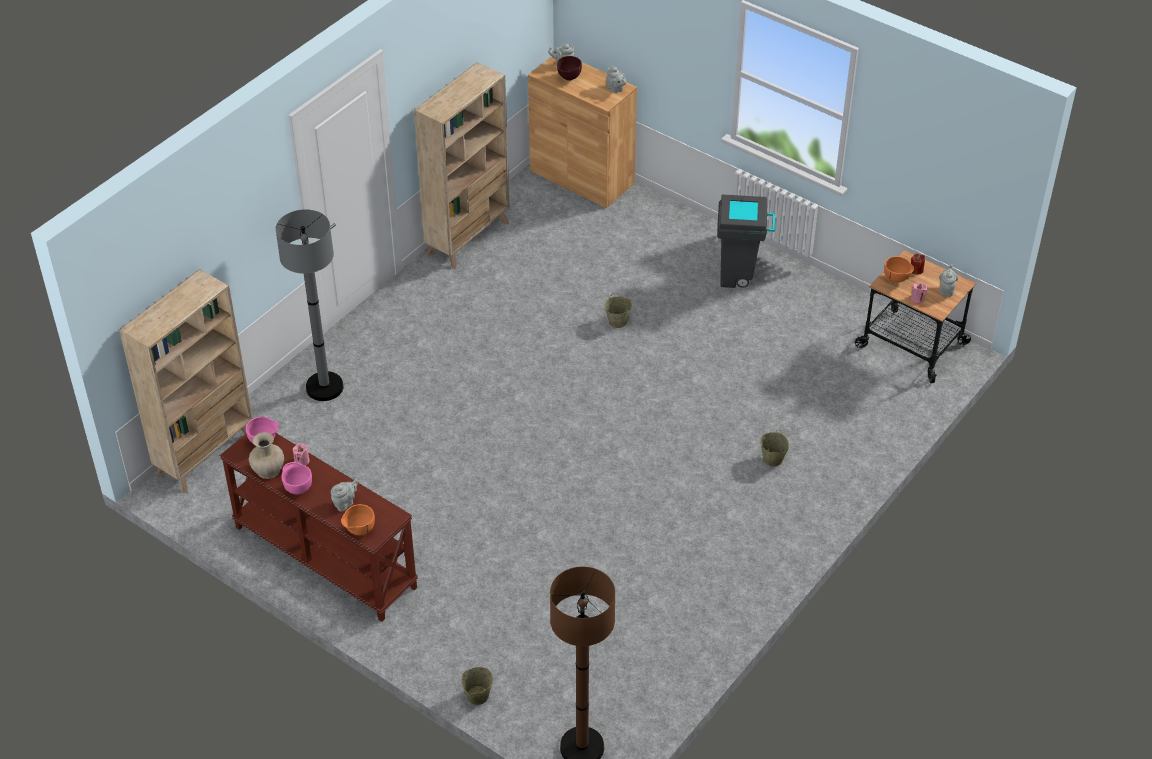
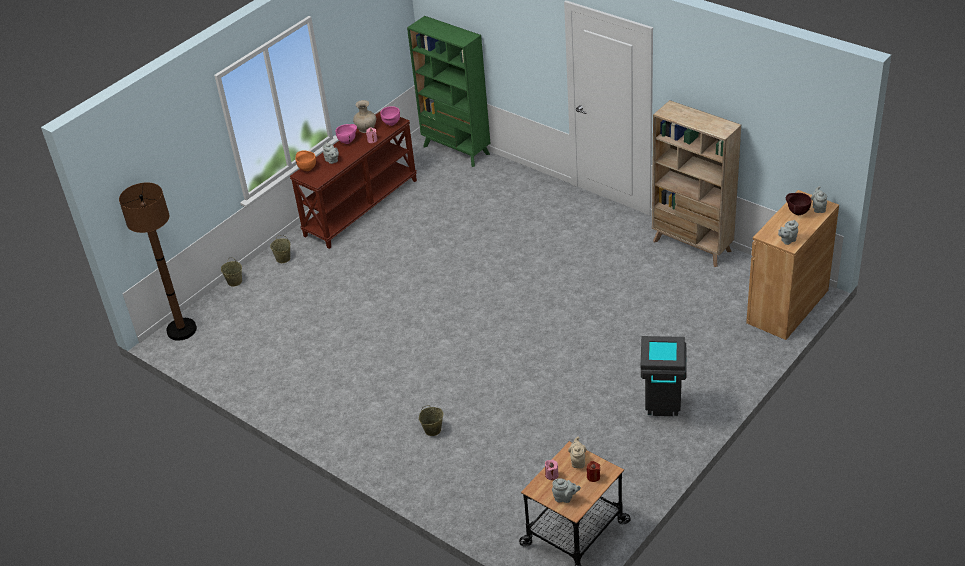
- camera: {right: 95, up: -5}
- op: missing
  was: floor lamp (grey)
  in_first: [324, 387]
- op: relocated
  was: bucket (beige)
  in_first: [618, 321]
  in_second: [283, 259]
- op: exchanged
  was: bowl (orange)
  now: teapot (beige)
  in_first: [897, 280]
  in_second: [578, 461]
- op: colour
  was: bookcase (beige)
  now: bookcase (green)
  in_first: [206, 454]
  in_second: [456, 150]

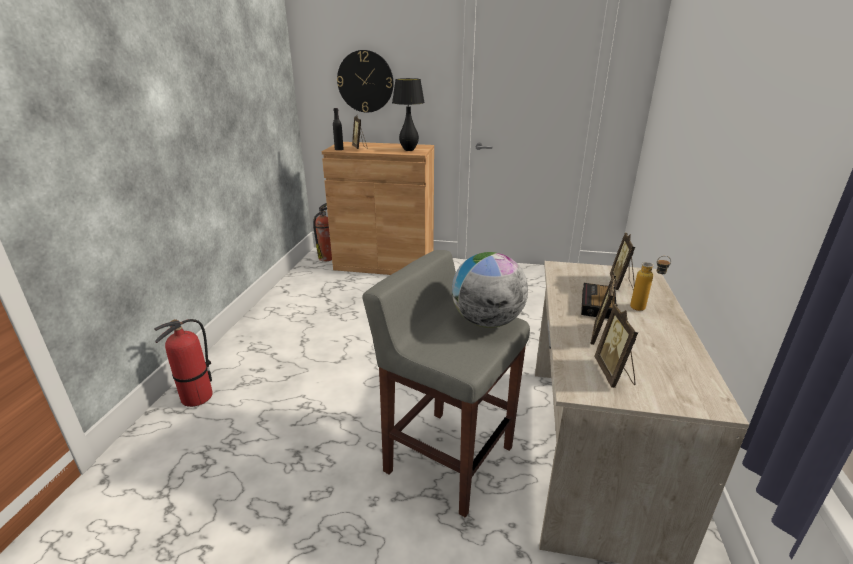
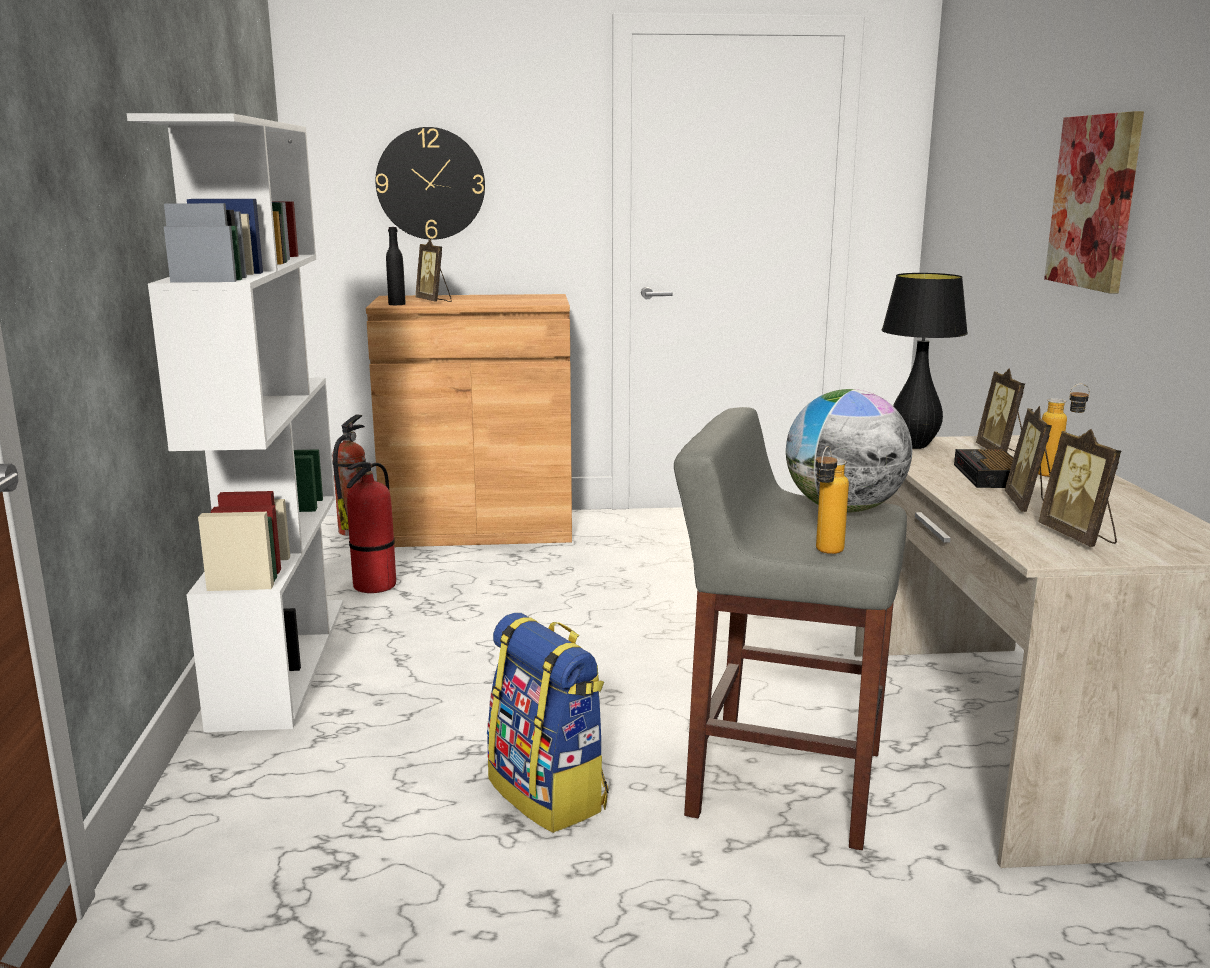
- camera: {right: -15, up: -10}
- op: appeared
  now: bookcase (white)
  in_second: [280, 659]
- op: appeared
  now: backpack
  in_second: [549, 794]
- op: appeared
  now: bottle
  in_second: [825, 553]
- op: appeared
  now: picture
  in_second: [1094, 202]
- op: relocated
  was: fire extinguisher
  in_first: [197, 397]
  in_second: [375, 586]
- op: relocated
  was: table lamp (black)
  in_first: [409, 150]
  in_second: [913, 446]

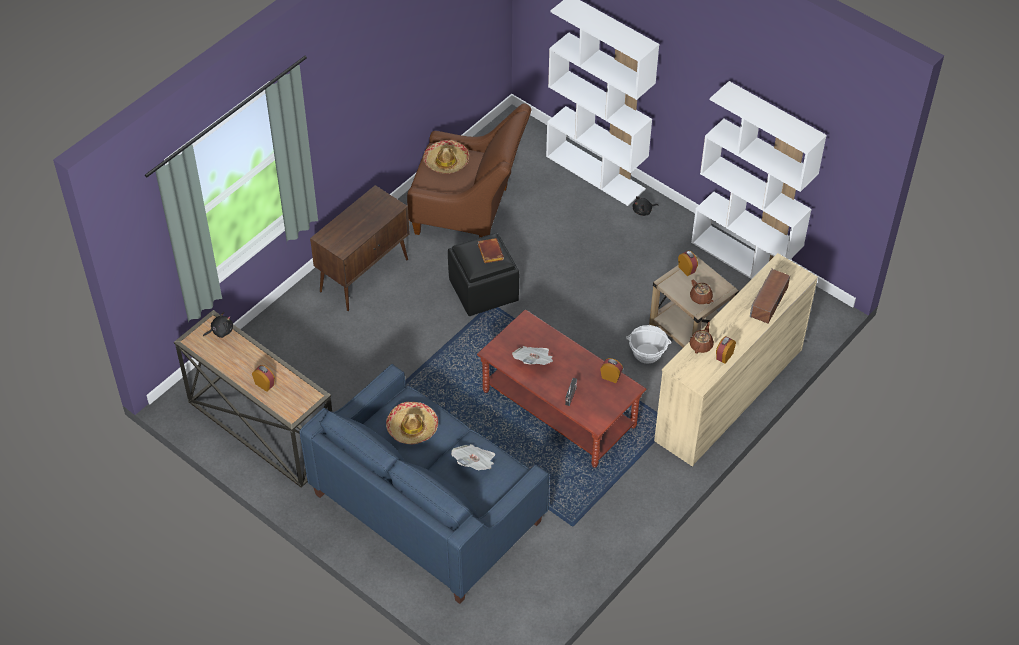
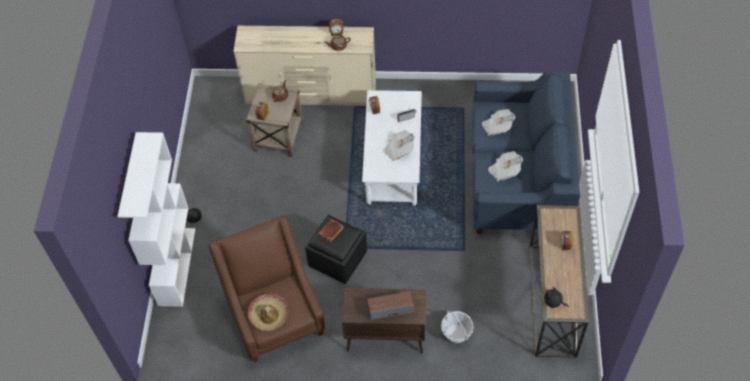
- camera: {right: -125, up: 5}
- op: missing
  was: bookcase (white)
  in_first: [744, 260]
- op: relocated
  was: basket
  in_first: [647, 353]
  in_second: [456, 333]
- op: relocated
  was: speaker
  in_first: [769, 302]
  in_second: [390, 308]
- op: exchanged
  was: hat
  now: newspaper
  in_first: [412, 427]
  in_second: [504, 171]
- op: colour
  was: coffee table (brown)
  now: coffee table (white)
  in_first: [558, 408]
  in_second: [393, 162]

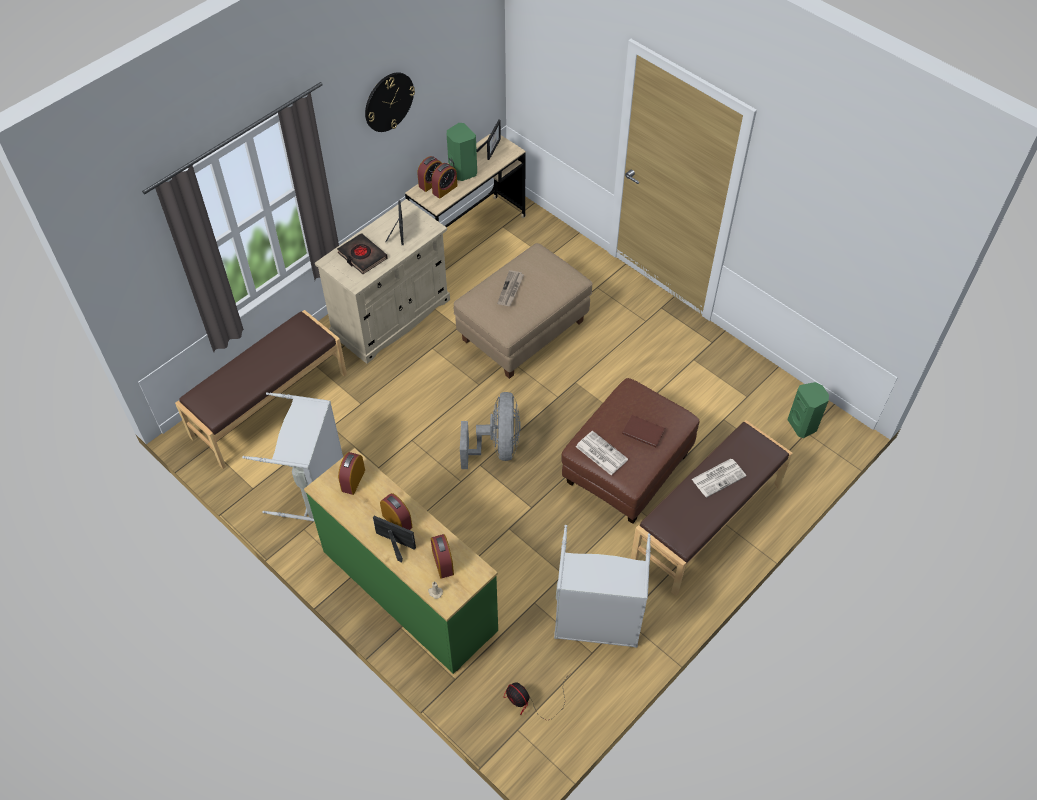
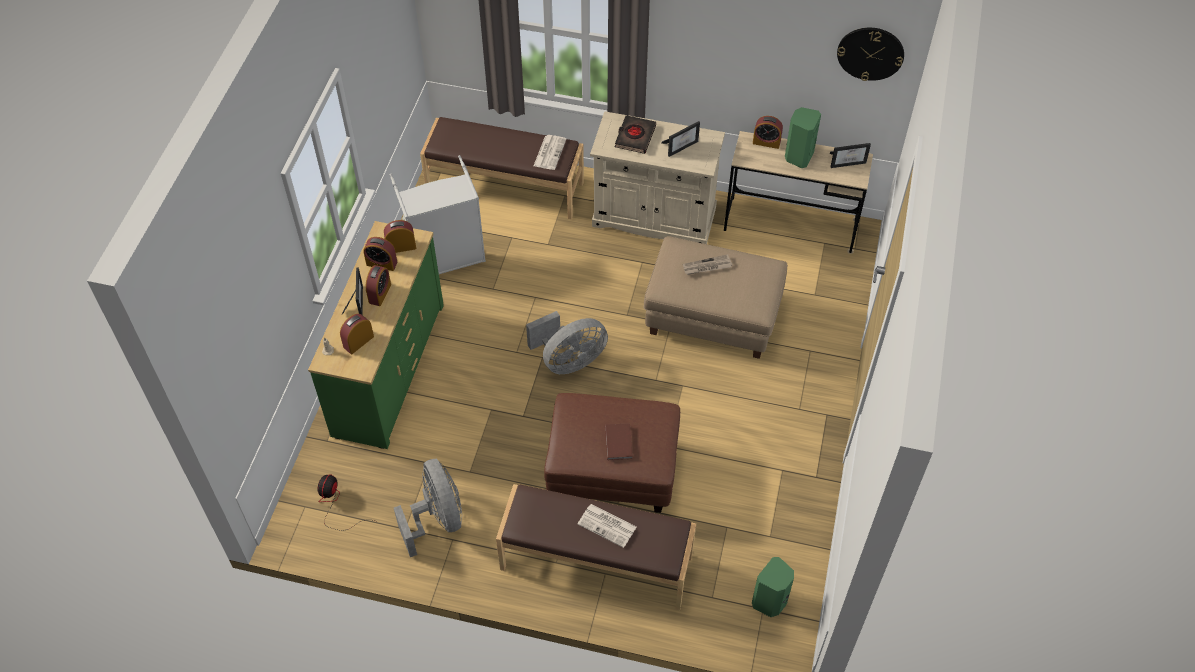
- camera: {right: 60, up: 0}
- op: relocated
  was: wall clock
  in_first: [388, 101]
  in_second: [870, 53]
- op: relocated
  was: alarm clock
  in_first: [445, 189]
  in_second: [381, 263]
- op: relocated
  was: newspaper
  in_first: [600, 453]
  in_second: [549, 152]
- op: exchanged
  was: laundry basket (grey)
  now: fan (grey)
  in_first: [597, 622]
  in_second: [437, 519]

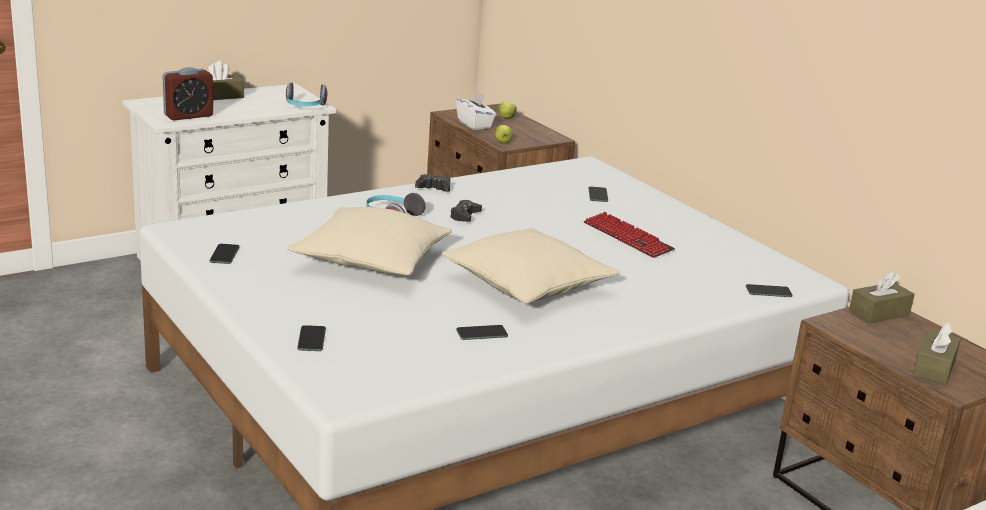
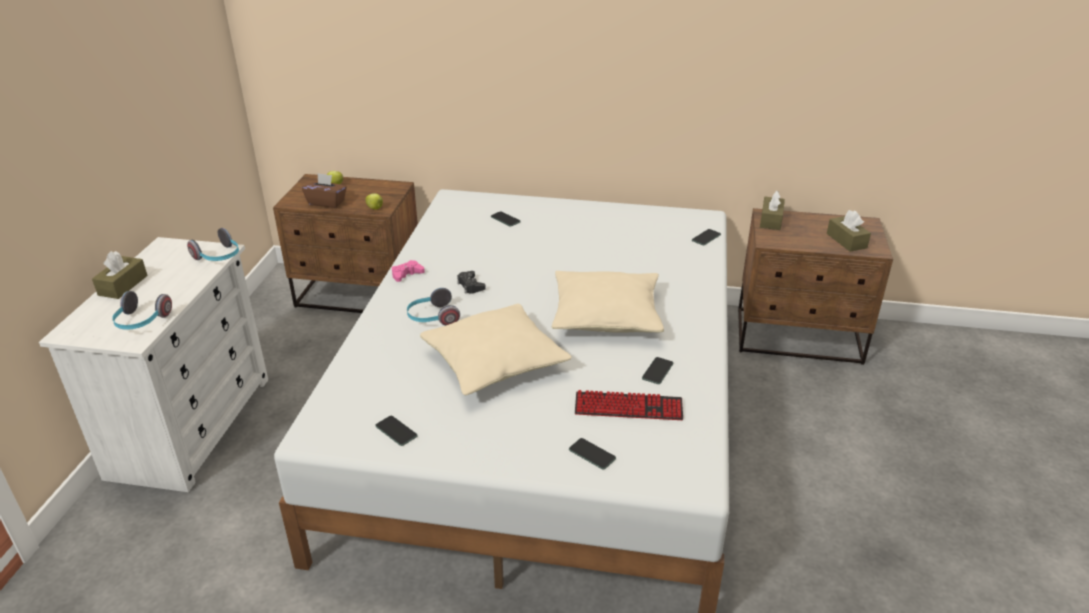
- camera: {right: -45, up: 10}
- op: relocated
  was: keyboard
  in_first: [627, 237]
  in_second: [628, 407]
- op: exchanged
  was: alarm clock
  now: headphones
  in_first: [188, 116]
  in_second: [141, 322]
- op: colour
  was: game controller (black)
  now: game controller (pink)
  in_first: [434, 188]
  in_second: [406, 274]
- op: colour
  was: tissue box (white)
  now: tissue box (brown)
  in_first: [475, 124]
  in_second: [327, 202]

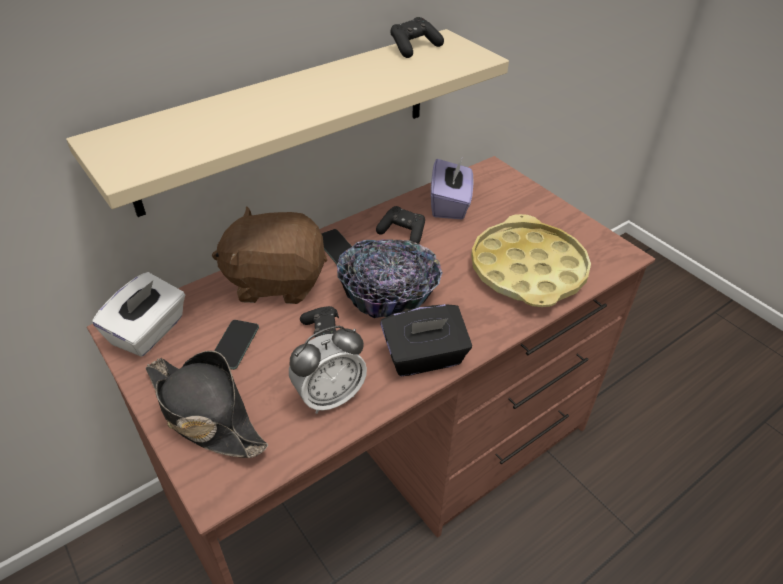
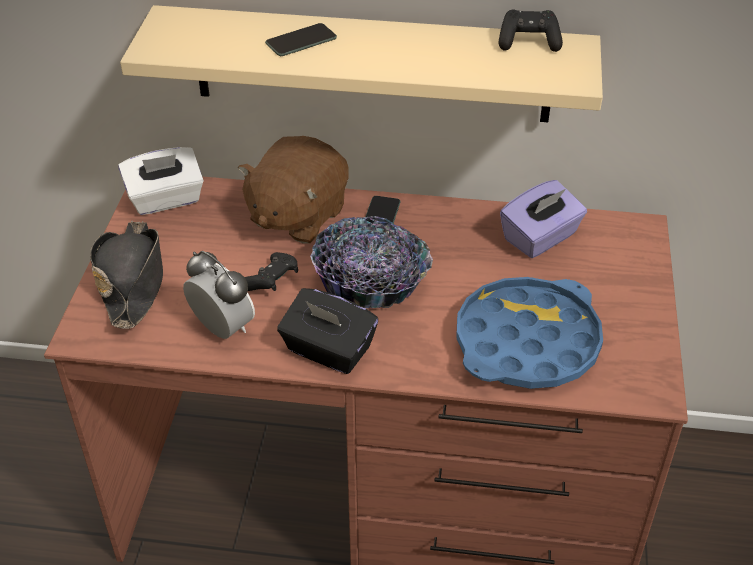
- camera: {right: 45, up: 0}
- op: missing
  was: game controller (black)
  in_first: [402, 233]
- op: relocated
  was: phone
  in_first: [234, 345]
  in_second: [301, 41]
- op: colour
  was: tray (yellow)
  now: tray (blue)
  in_first: [527, 270]
  in_second: [526, 342]
- op: spun
  was: plush toy (brown)
  in_first: [276, 281]
  in_second: [297, 216]
  clockwise: -105
- op: spun
  was: alarm clock
  in_first: [329, 396]
  in_second: [222, 328]
  clockwise: -150

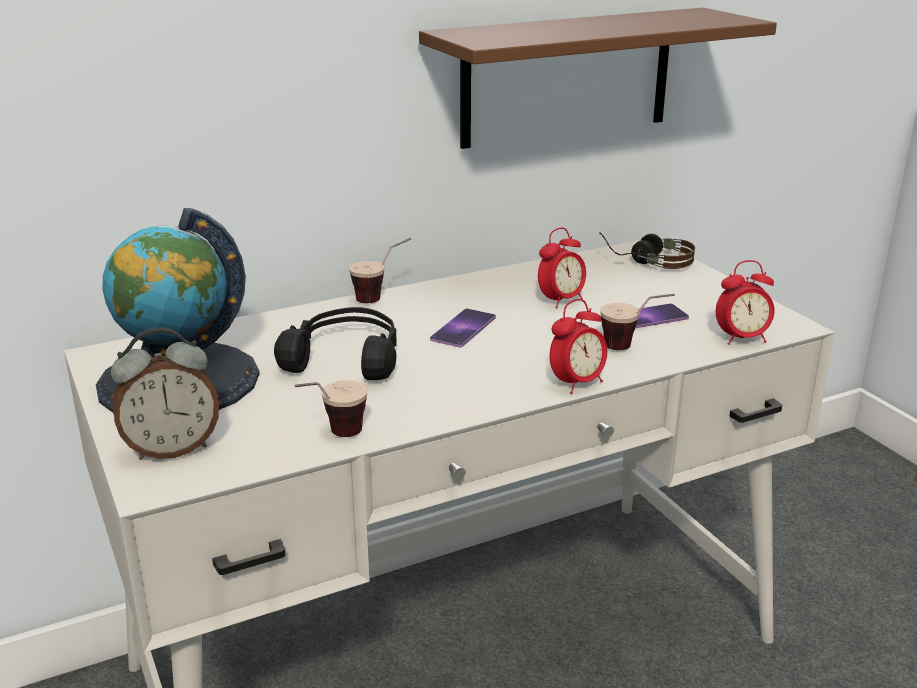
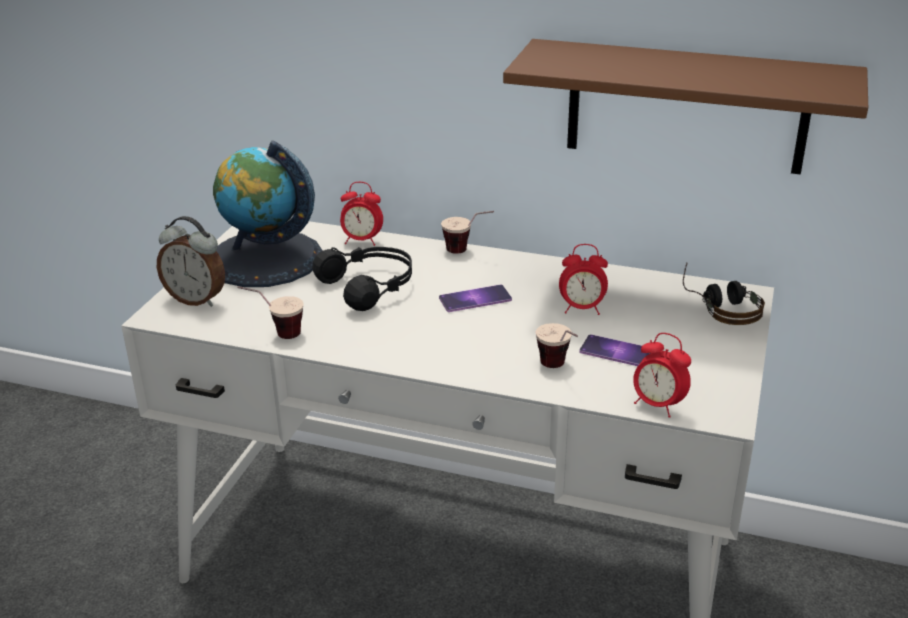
- camera: {right: 45, up: 5}
- op: relocated
  was: alarm clock
  in_first: [577, 383]
  in_second: [362, 241]

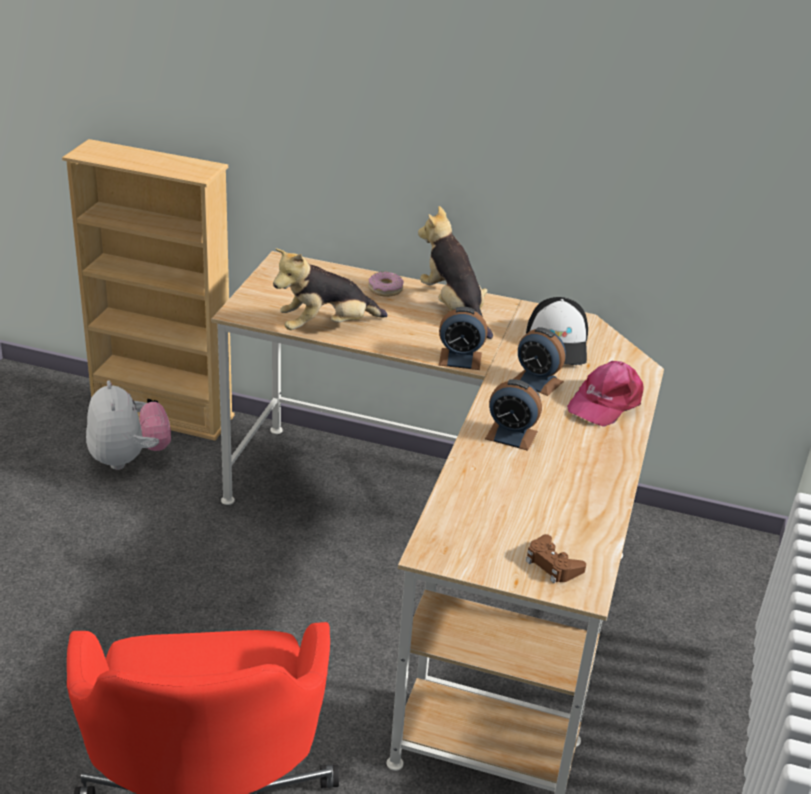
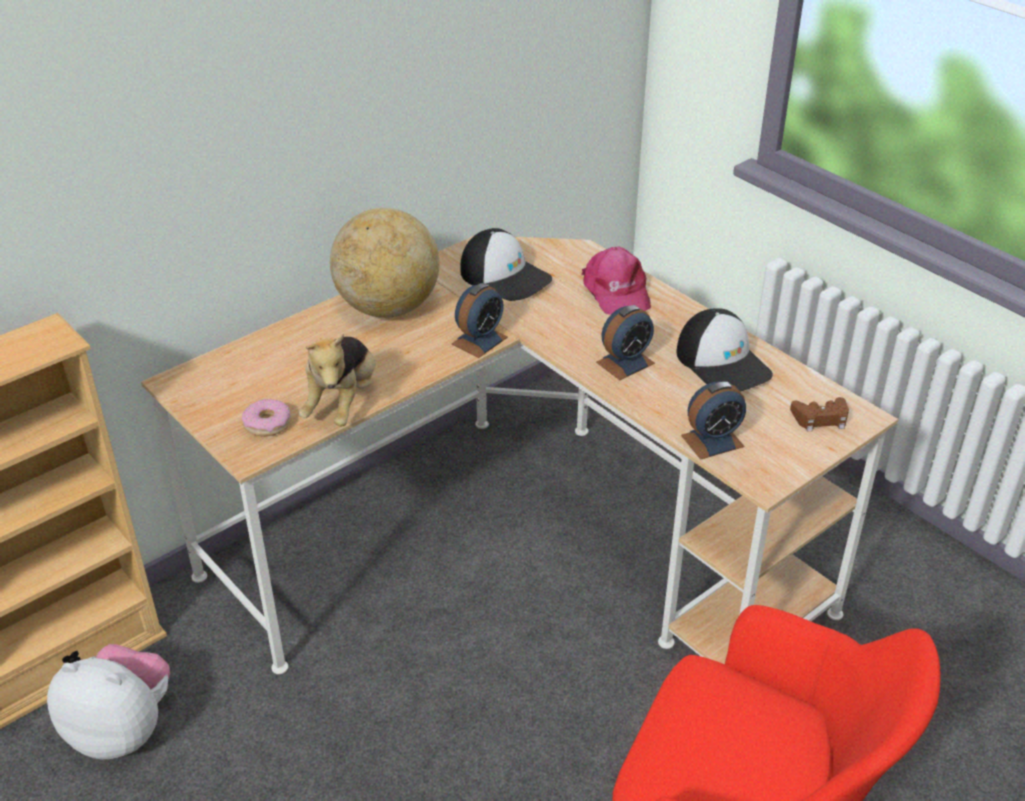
- camera: {right: -55, up: 5}
- op: appeared
  now: cap
  in_second: [723, 362]
- op: relocated
  was: donut
  in_first: [385, 289]
  in_second: [267, 424]
- op: relocated
  was: alarm clock
  in_first: [537, 381]
  in_second: [712, 441]
- op: exchanged
  was: plush toy
  now: globe
  in_first: [453, 309]
  in_second: [388, 308]

